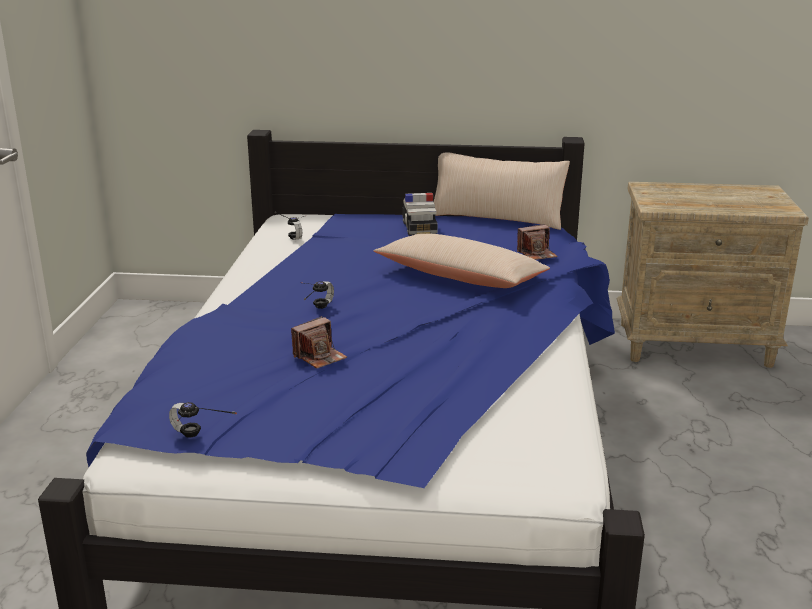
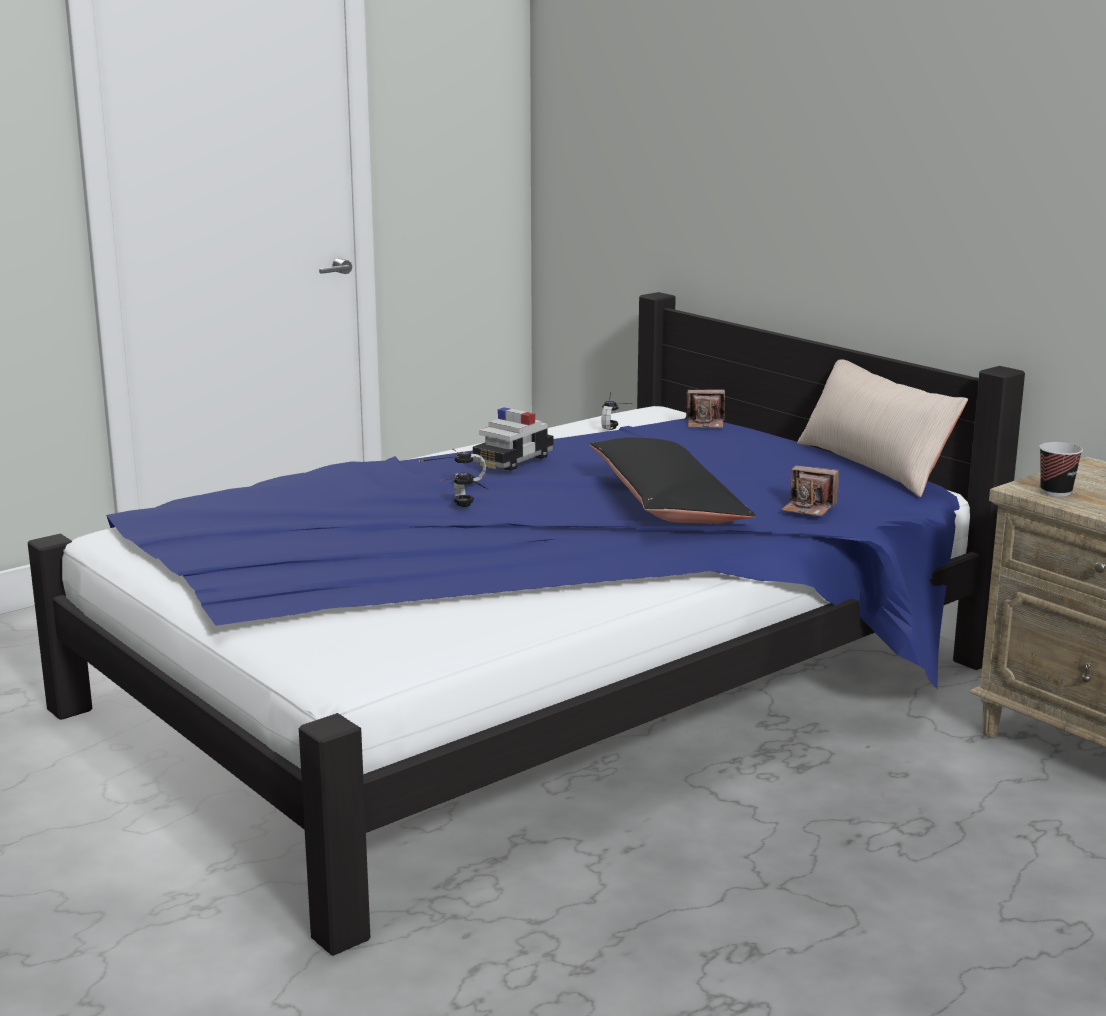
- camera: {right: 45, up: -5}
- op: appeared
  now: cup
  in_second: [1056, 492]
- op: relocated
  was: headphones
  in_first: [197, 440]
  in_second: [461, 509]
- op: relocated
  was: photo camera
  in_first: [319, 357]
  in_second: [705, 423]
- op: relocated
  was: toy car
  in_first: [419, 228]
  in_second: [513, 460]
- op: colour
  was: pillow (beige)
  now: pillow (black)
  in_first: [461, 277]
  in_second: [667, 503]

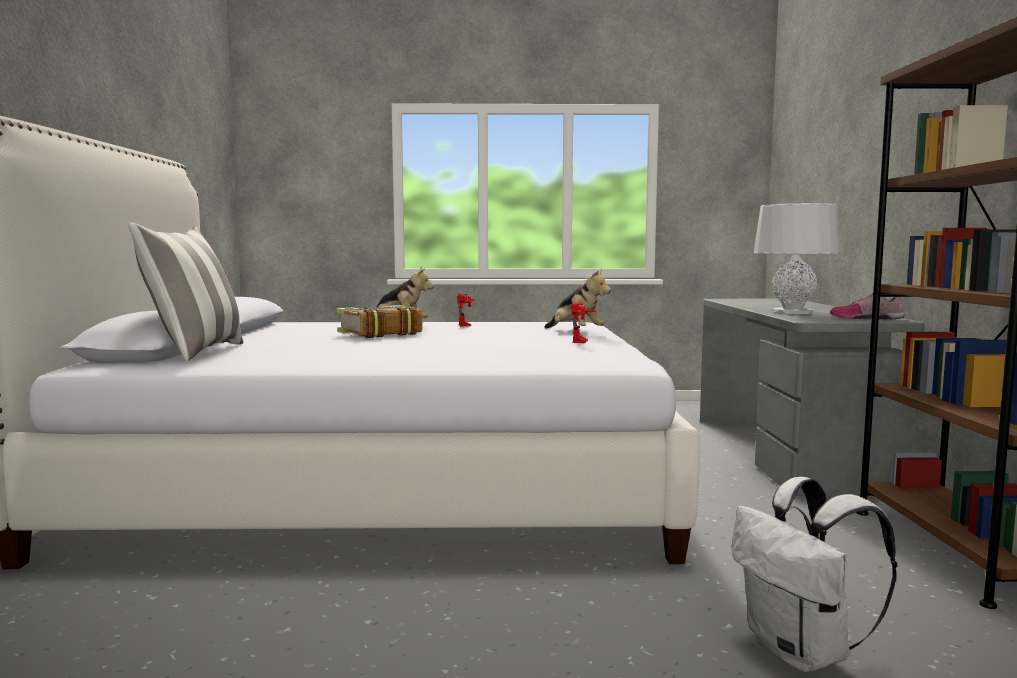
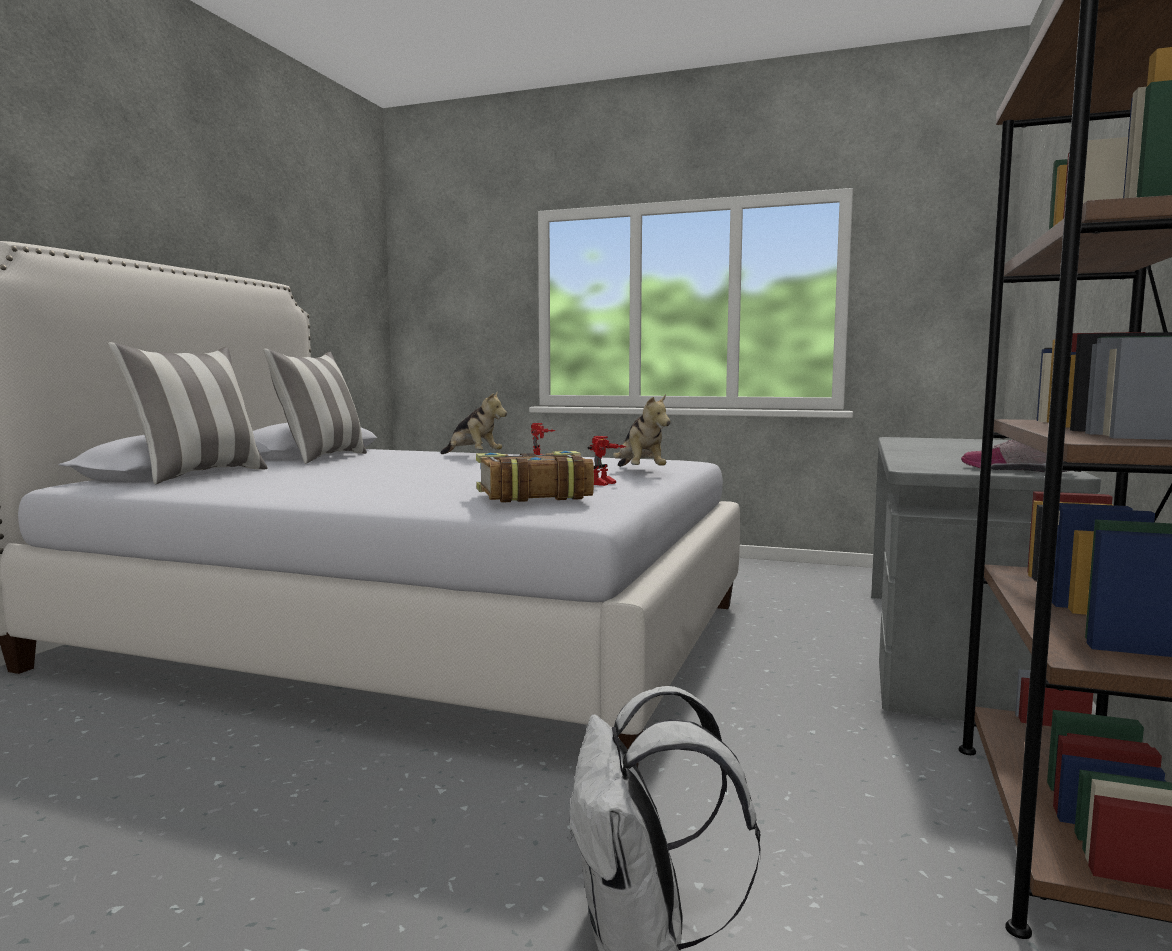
- camera: {right: 20, up: 0}
- op: missing
  was: table lamp (grey)
  in_first: [792, 312]
- op: appeared
  now: pillow
  in_second: [321, 458]
- op: relocated
  was: book
  in_first: [379, 333]
  in_second: [532, 494]

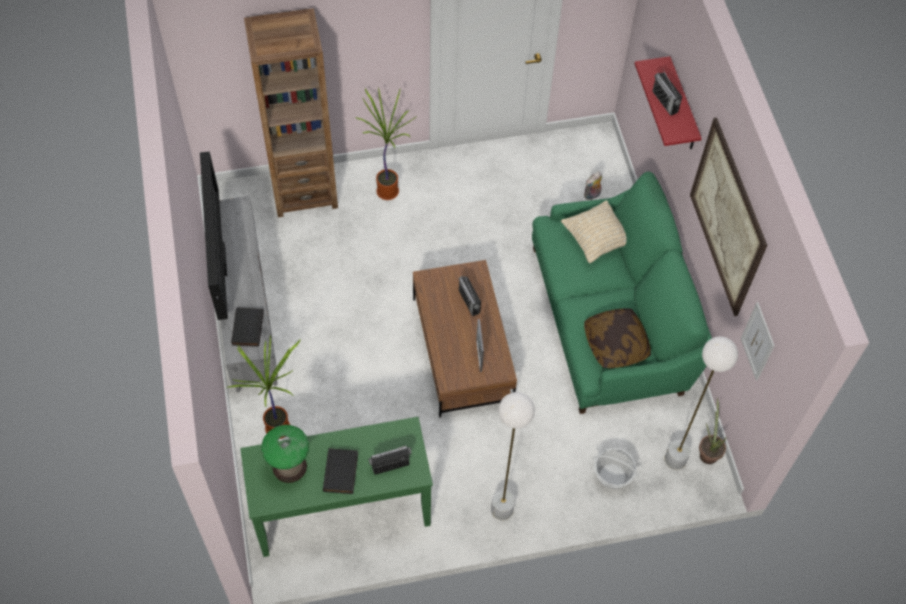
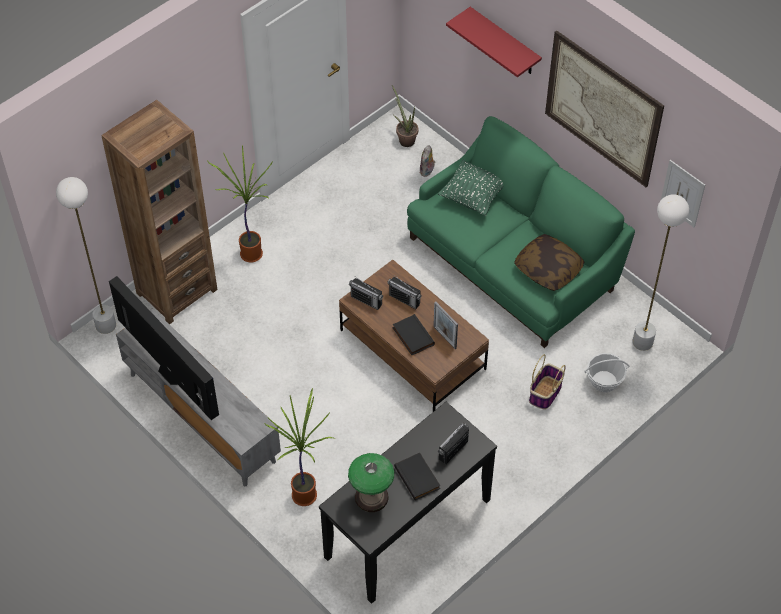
- camera: {right: -30, up: -5}
- op: appeared
  now: basket
  in_second: [545, 393]
- op: relocated
  was: book (black)
  in_first: [246, 328]
  in_second: [412, 336]
- op: relocated
  was: floor lamp (white)
  in_first: [502, 509]
  in_second: [106, 325]
- op: relocated
  was: radio
  in_first: [665, 102]
  in_second: [366, 300]
- op: relocated
  was: potted plant
  in_first: [708, 452]
  in_second: [405, 139]
- op: colour
  was: console table (green)
  now: console table (black)
  in_first: [342, 509]
  in_second: [408, 529]
- op: colour
  was: pillow (beige)
  now: pillow (green)
  in_first: [596, 240]
  in_second: [473, 197]

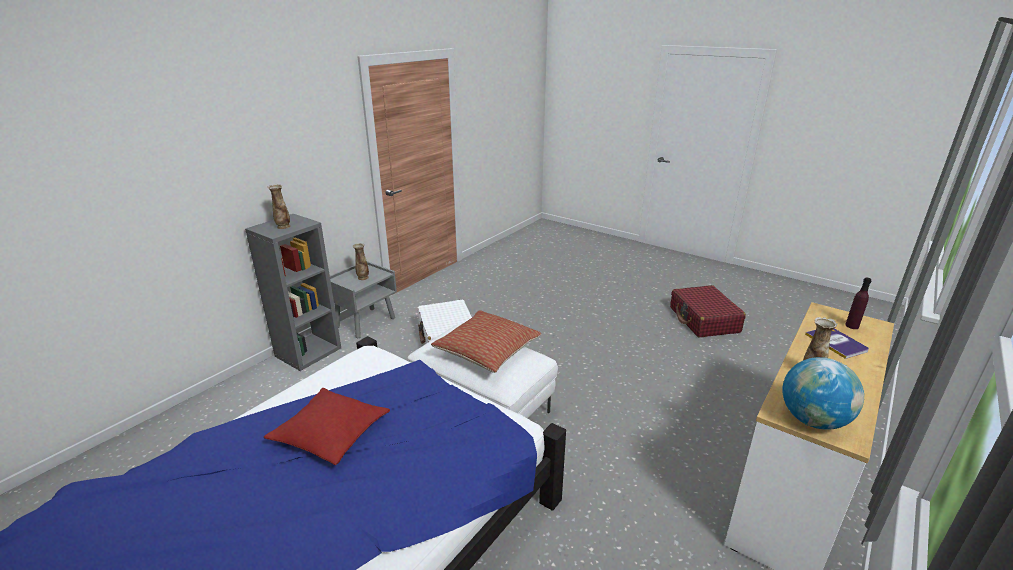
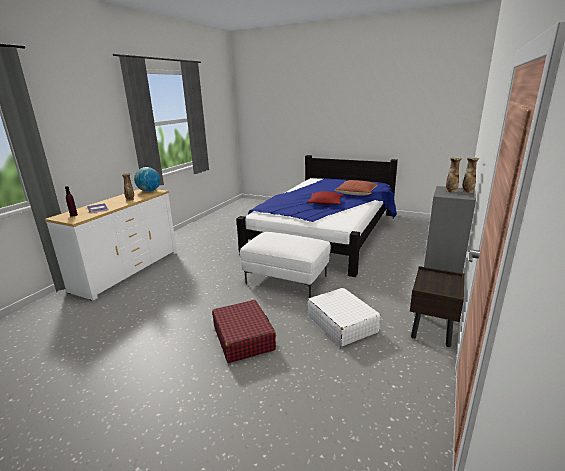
- camera: {right: 170, up: -5}
- op: relocated
  was: vase
  in_first: [363, 278]
  in_second: [467, 191]
- op: relocated
  was: pillow
  in_first: [486, 351]
  in_second: [356, 193]
- op: relocated
  was: suitcase (red)
  in_first: [704, 320]
  in_second: [243, 338]
- op: colour
  was: nightstand (grey)
  now: nightstand (brown)
  in_first: [365, 322]
  in_second: [432, 329]

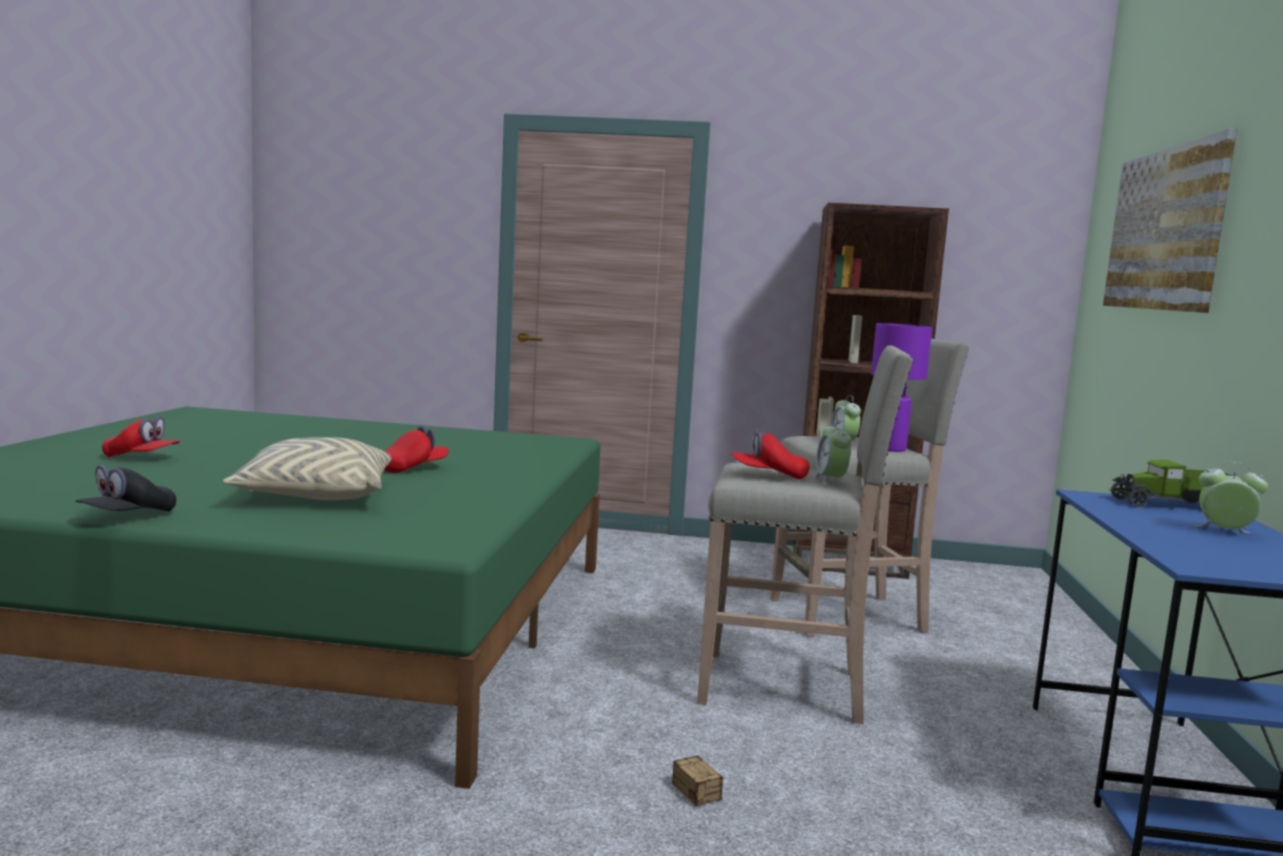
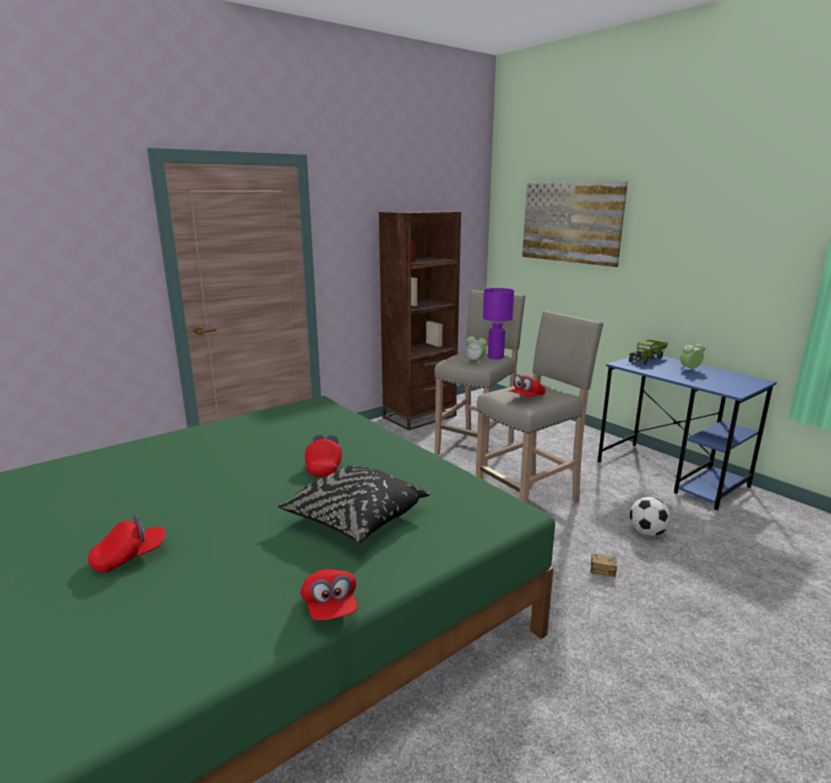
- camera: {right: -45, up: 10}
- op: missing
  was: alarm clock
  in_first: [830, 481]
- op: appeared
  now: football
  in_second: [647, 532]
- op: colour
  was: cap (black)
  now: cap (red)
  in_first: [128, 517]
  in_second: [330, 607]
- op: colour
  was: pillow (beige)
  now: pillow (black)
  in_first: [315, 495]
  in_second: [355, 518]

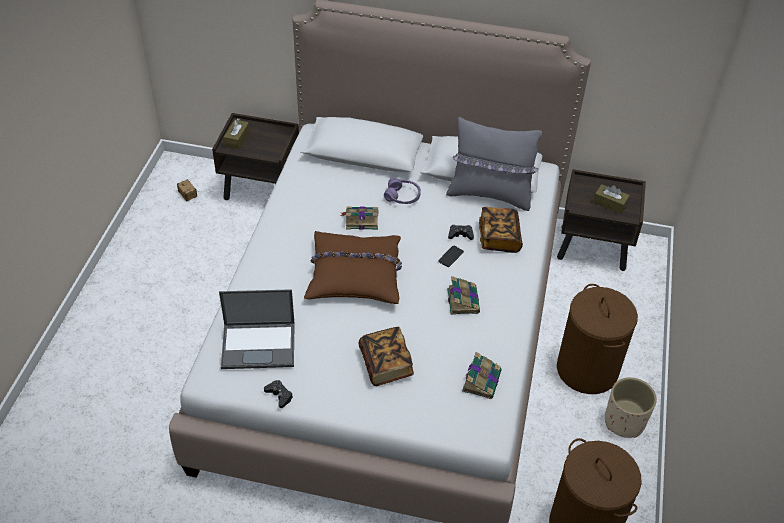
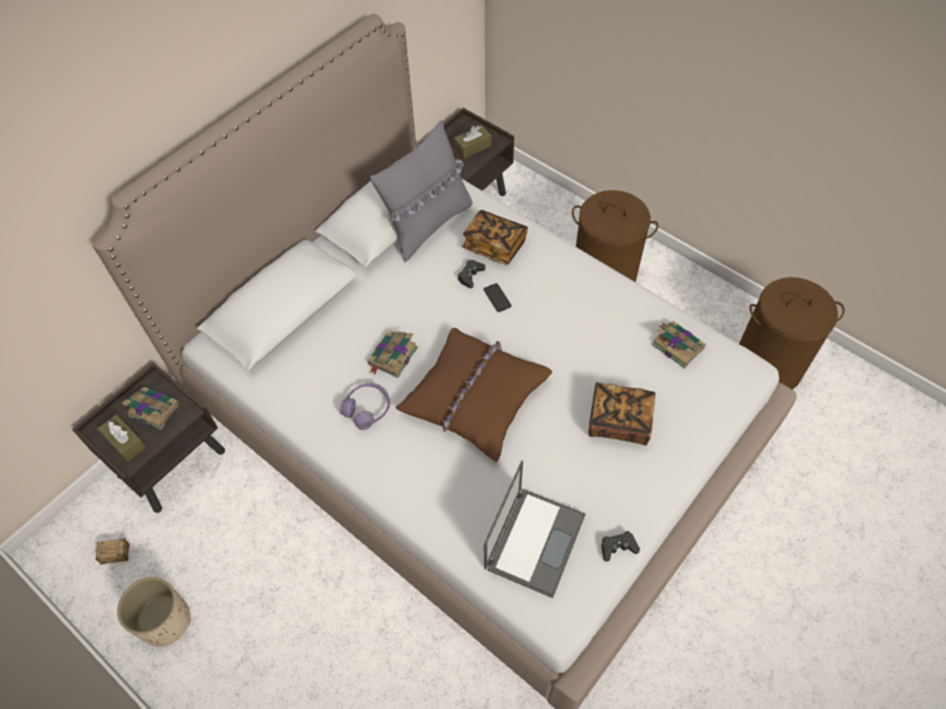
- camera: {right: -60, up: 10}
- op: relocated
  was: headphones (purple)
  in_first: [402, 196]
  in_second: [367, 409]
- op: relocated
  was: book
  in_first: [463, 300]
  in_second: [153, 409]
- op: relocated
  was: planter (beige)
  in_first: [624, 422]
  in_second: [165, 621]

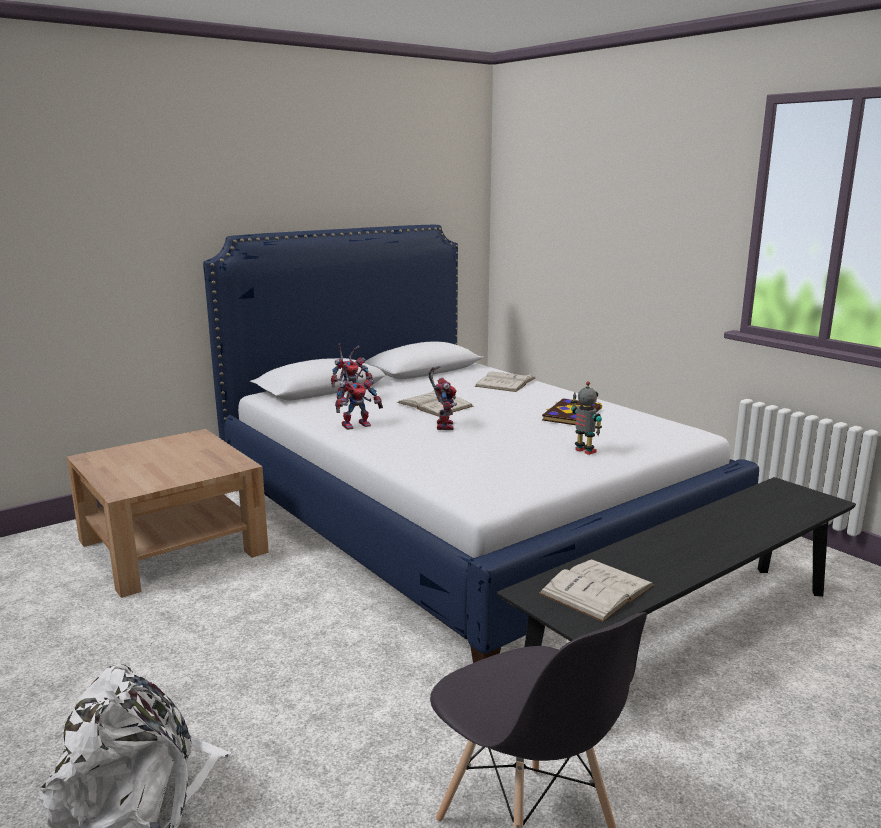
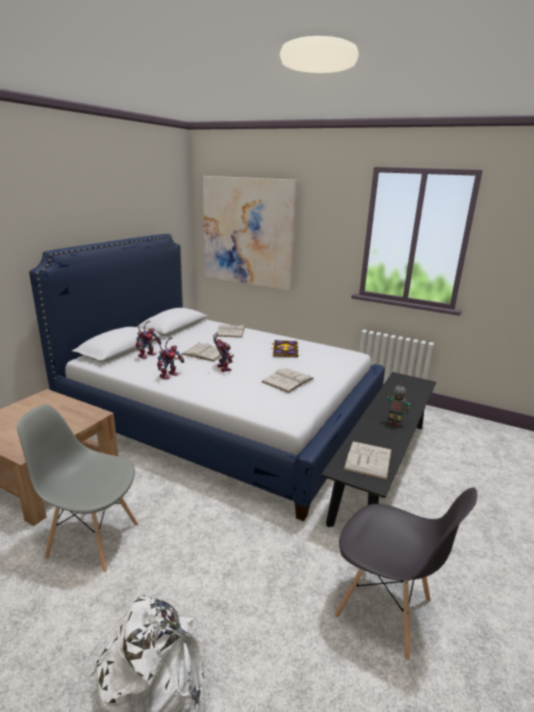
- camera: {right: -25, up: 5}
- op: appeared
  now: chair (grey)
  in_second: [92, 540]
- op: appeared
  now: picture
  in_second: [249, 232]
- op: appeared
  now: book (white)
  in_second: [288, 380]
- op: relocated
  was: toy robot
  in_first: [584, 451]
  in_second: [394, 422]

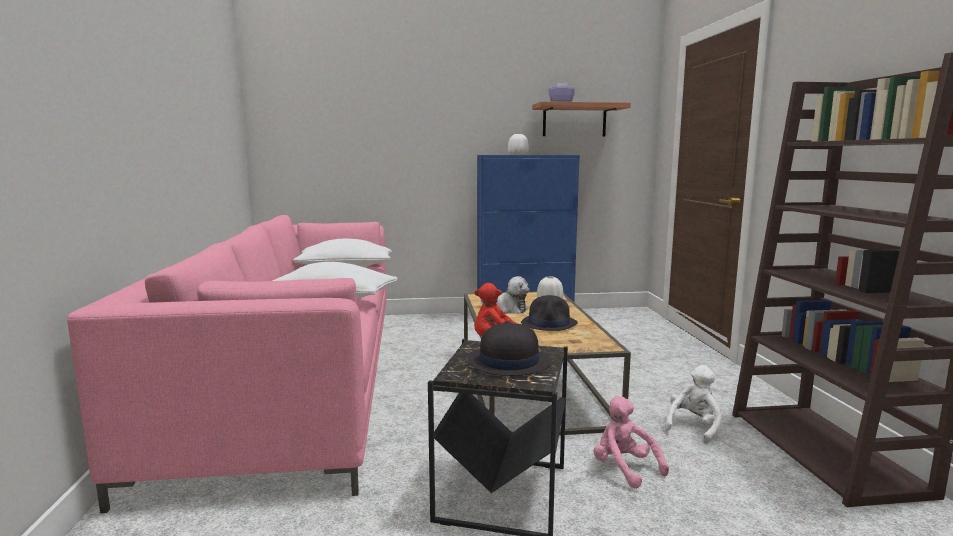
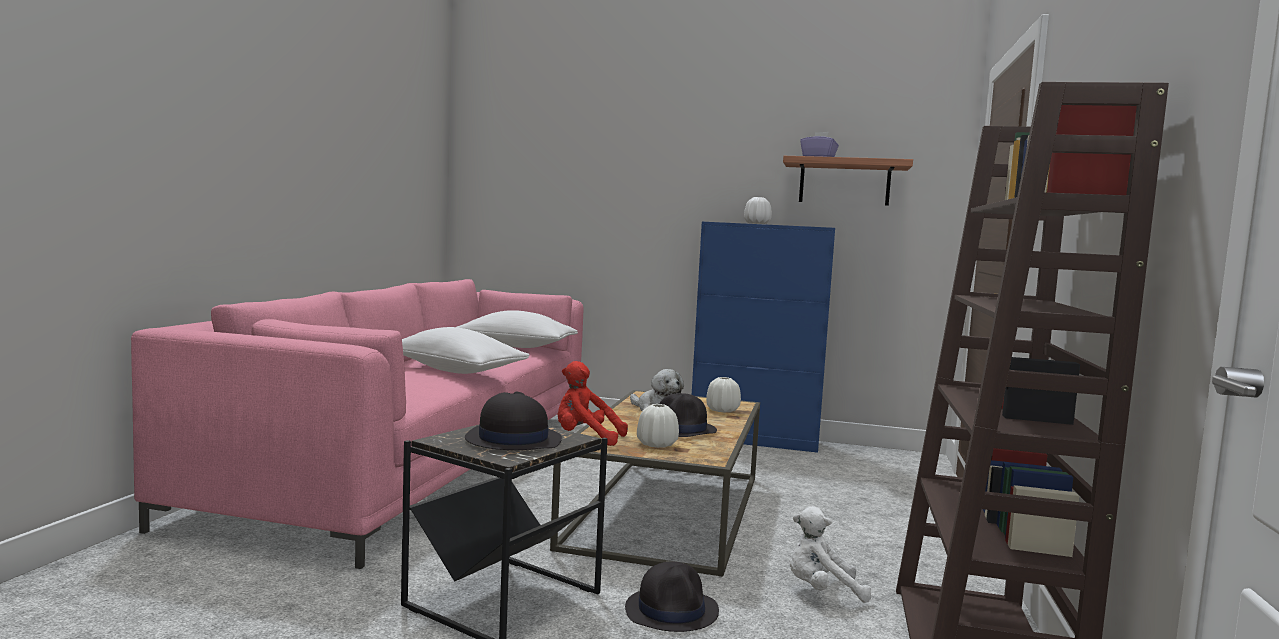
- camera: {right: 20, up: -5}
- op: appeared
  now: vase (white)
  in_second: [656, 445]
- op: exchanged
  was: plush toy (pink)
  now: hat (black)
  in_first: [624, 468]
  in_second: [672, 610]
- op: spun
  was: plush toy (white)
  in_first: [694, 427]
  in_second: [822, 591]
  clockwise: -150

